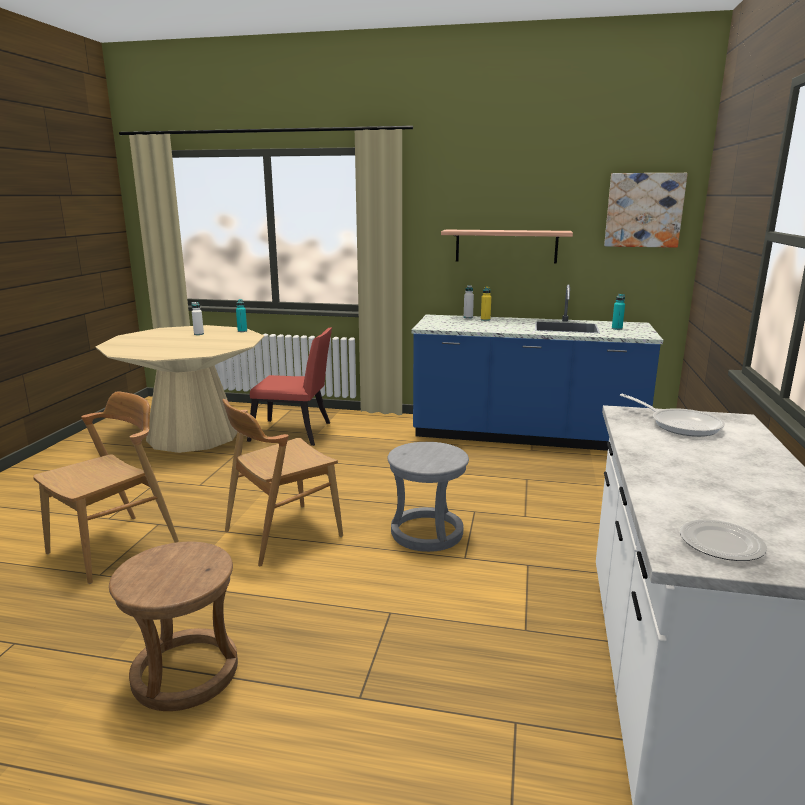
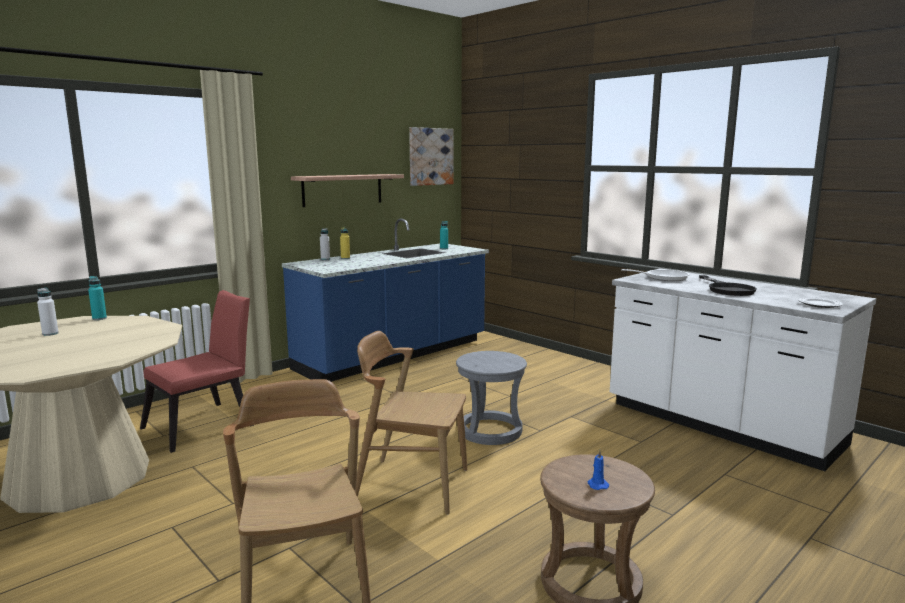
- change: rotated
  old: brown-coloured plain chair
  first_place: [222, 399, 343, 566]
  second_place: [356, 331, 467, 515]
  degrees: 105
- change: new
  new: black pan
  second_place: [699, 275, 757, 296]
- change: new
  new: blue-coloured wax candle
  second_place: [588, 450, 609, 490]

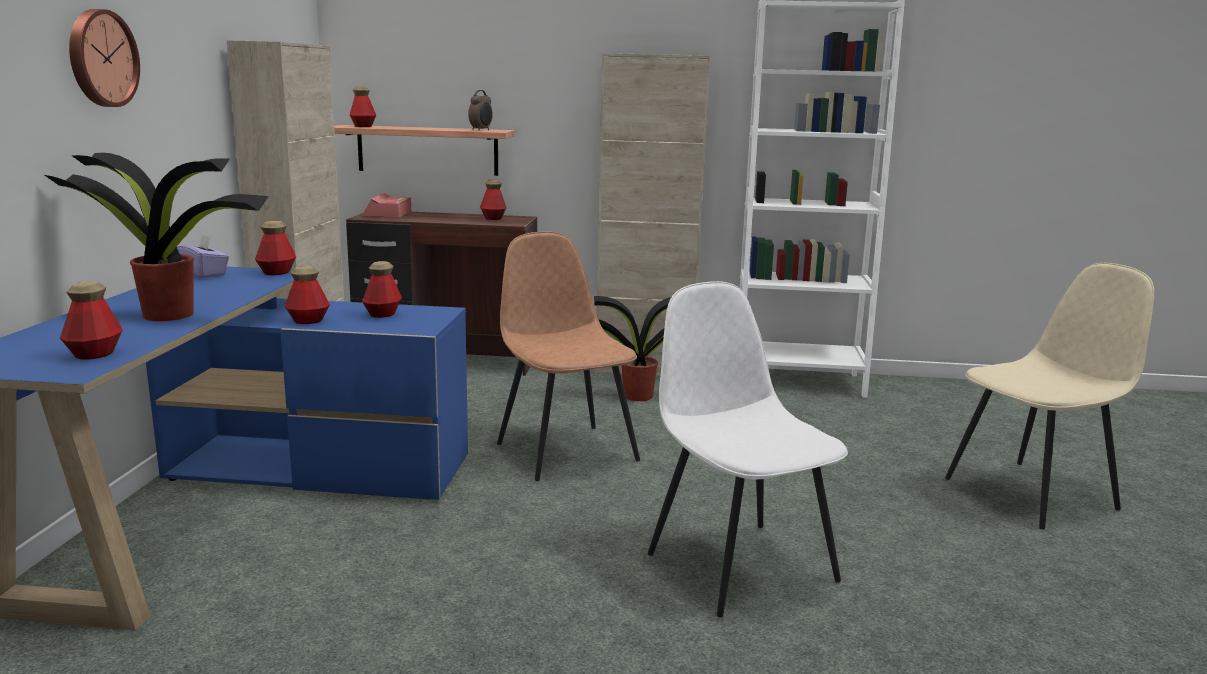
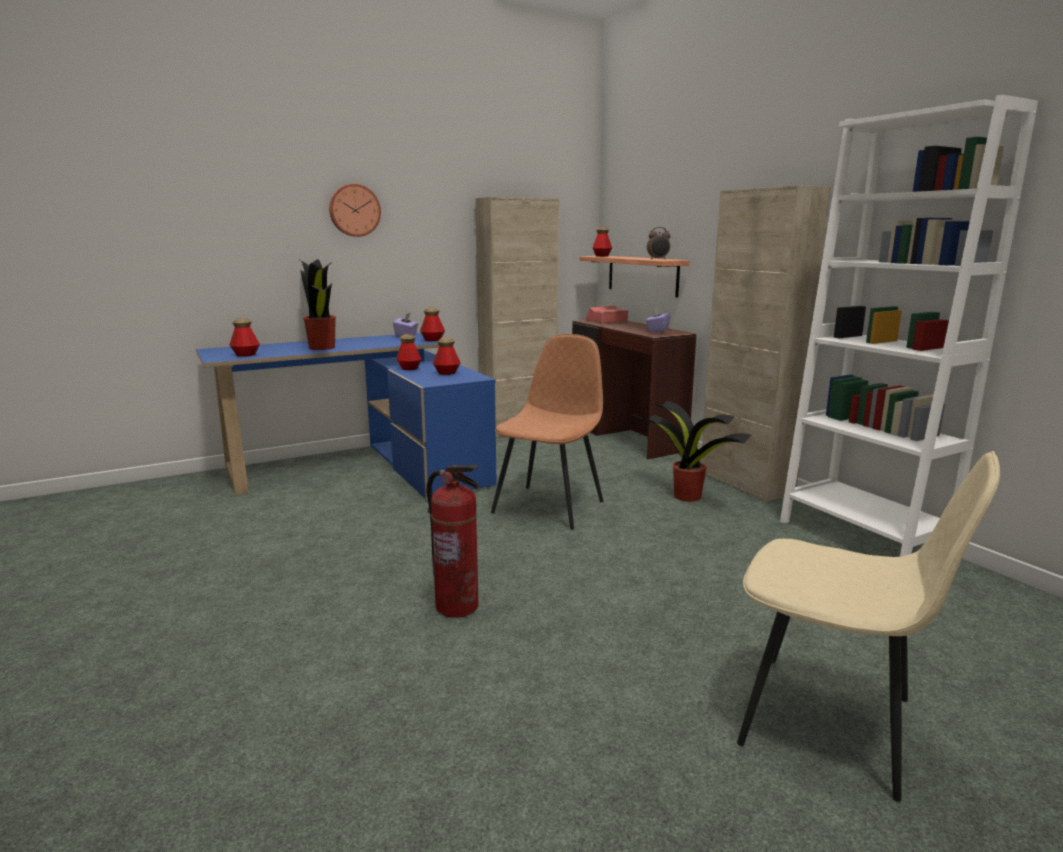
- change: swapped
  old: bottle
  new: purple-coloured tissue box
  first_place: [480, 180, 506, 220]
  second_place: [646, 307, 671, 332]
- change: swapped
  old: white plain chair
  new: fire extinguisher
  first_place: [648, 281, 848, 618]
  second_place: [427, 465, 480, 618]

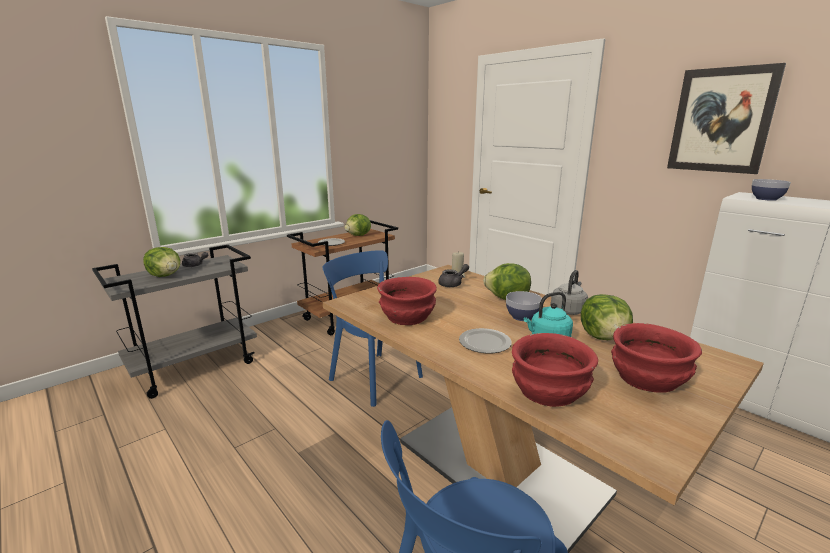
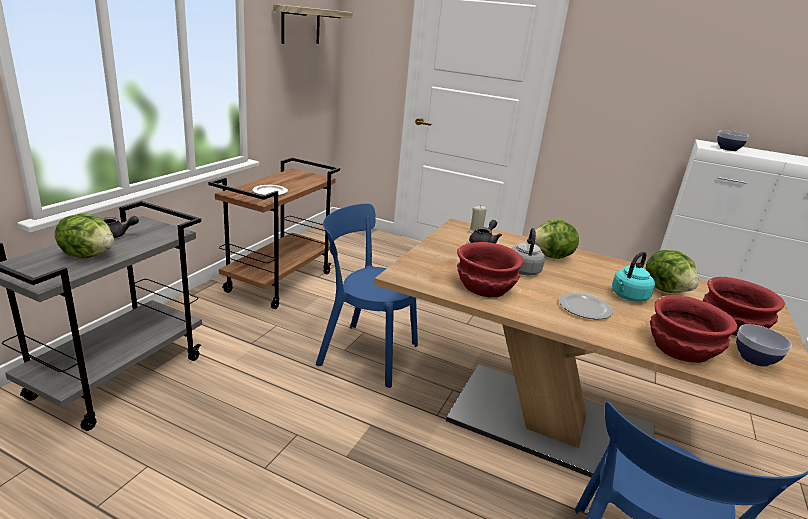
- change: gone
  old: wall picture
  first_place: [667, 63, 786, 174]
- change: gone
  old: head of lettuce
  first_place: [345, 214, 371, 236]
- change: shifted
  old: greyish water kettle
  first_place: [551, 270, 588, 315]
  second_place: [511, 228, 545, 275]
- change: shifted
  old: serving bowl
  first_place: [506, 291, 542, 321]
  second_place: [736, 324, 791, 367]
- change: new
  new: shelf
  second_place: [273, 4, 352, 44]

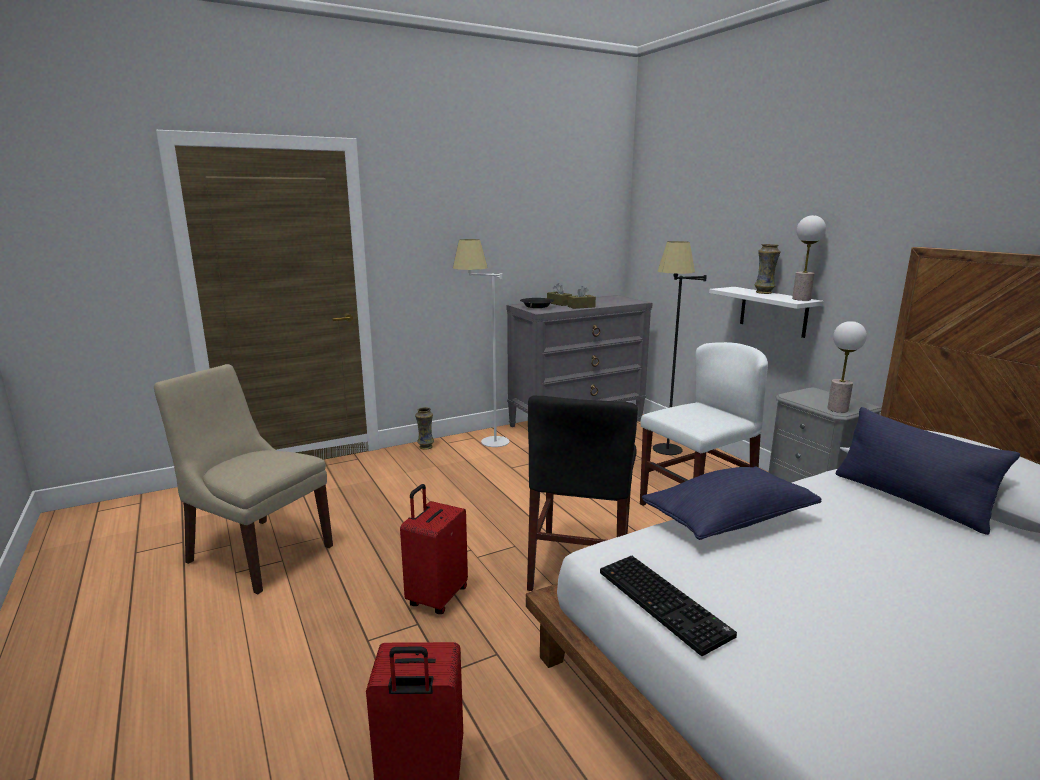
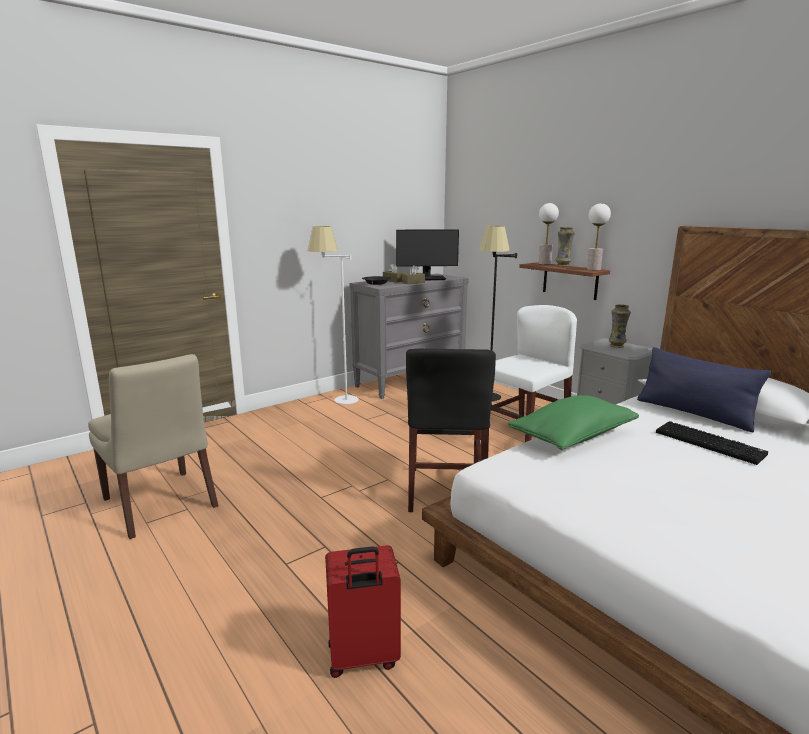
- change: repainted
  old: white shelf
  new: brown-coloured shelf
  first_place: [709, 287, 824, 338]
  second_place: [519, 262, 610, 300]
- change: shifted
  old: tabletop lamp
  first_place: [827, 321, 867, 413]
  second_place: [539, 203, 559, 265]
- change: rotated
  old: beige-coloured plain chair
  first_place: [154, 364, 333, 594]
  second_place: [88, 354, 219, 539]
  degrees: -150
- change: shifted
  old: flower vase
  first_place: [415, 407, 434, 450]
  second_place: [609, 304, 631, 348]
- change: repainted
  old: blue-coloured throw pillow
  new: green-coloured throw pillow
  first_place: [642, 466, 822, 540]
  second_place: [508, 395, 639, 450]
- change: gone
  old: red-coloured suitcase
  first_place: [400, 484, 468, 614]
- change: shifted
  old: PC keyboard
  first_place: [600, 556, 737, 656]
  second_place: [656, 421, 768, 465]
- change: new
  new: computer display
  second_place: [396, 229, 459, 280]

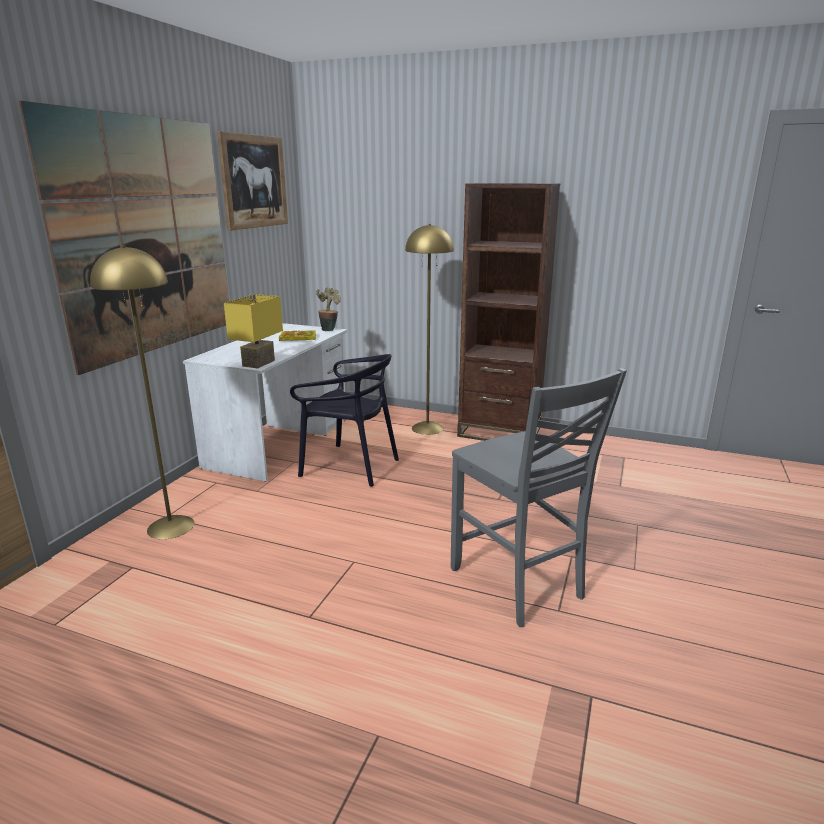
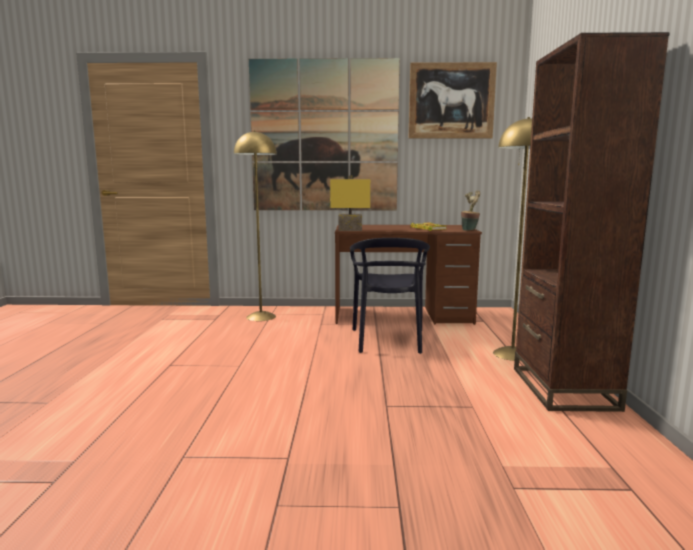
- change: repainted
  old: white desk unit
  new: brown-coloured desk unit
  first_place: [183, 323, 347, 482]
  second_place: [335, 225, 482, 325]
- change: gone
  old: greyish plain chair
  first_place: [451, 368, 627, 627]

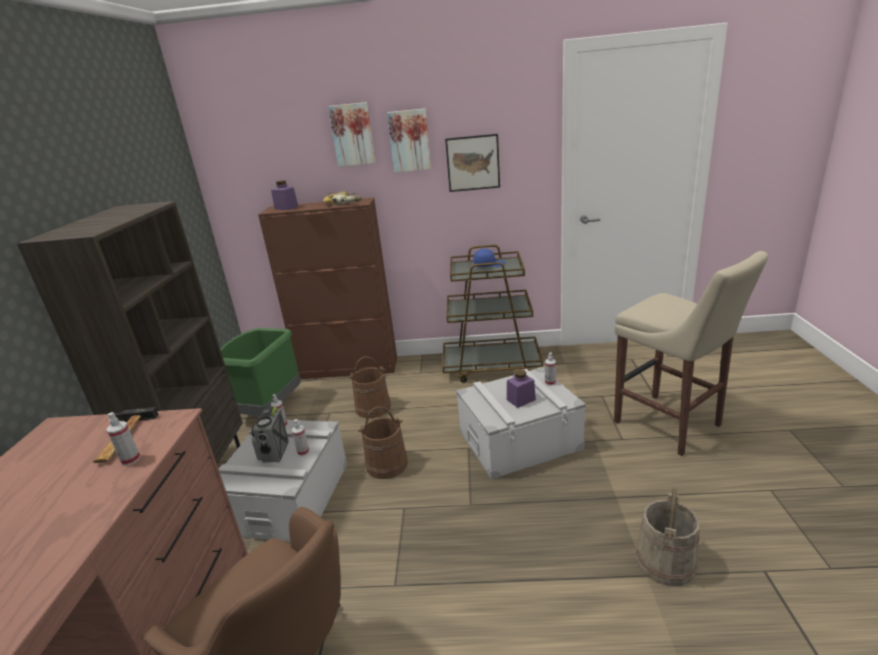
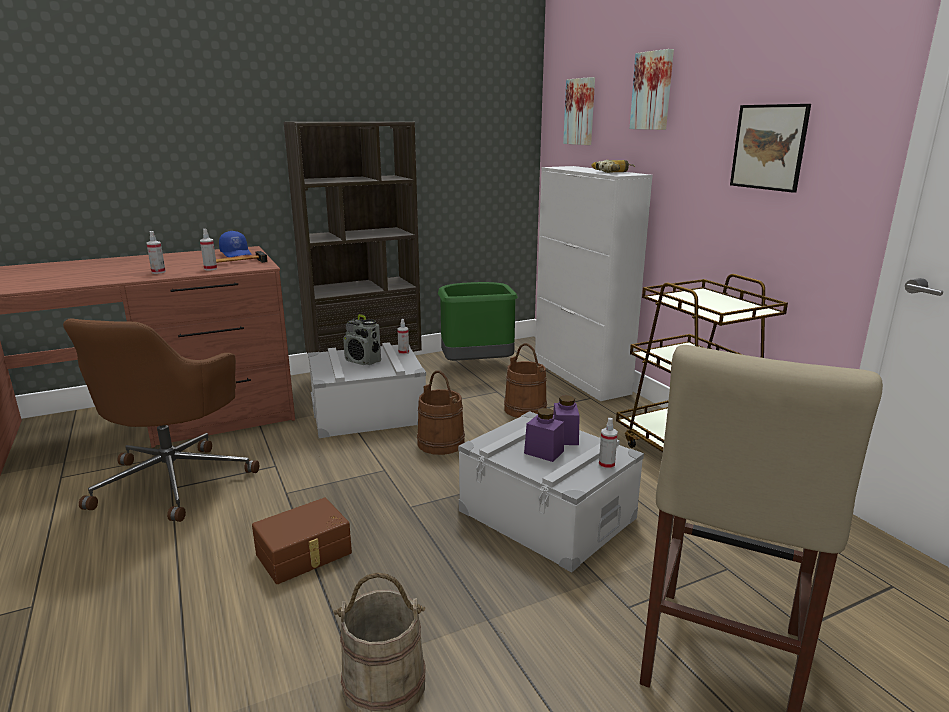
- change: shifted
  old: wall picture
  first_place: [387, 108, 431, 172]
  second_place: [563, 77, 595, 145]
- change: shifted
  old: purple-coloured storage jar
  first_place: [271, 180, 299, 210]
  second_place: [553, 395, 580, 445]
- change: repainted
  old: brown-coloured cupboard
  new: white cupboard
  first_place: [258, 198, 397, 379]
  second_place: [535, 166, 653, 401]
- change: shifted
  old: blue-coloured cap
  first_place: [474, 249, 505, 267]
  second_place: [219, 231, 252, 257]
- change: rotated
  old: radio set
  first_place: [251, 406, 289, 463]
  second_place: [343, 314, 381, 365]
  degrees: -120
- change: shifted
  old: sprayer
  first_place: [292, 419, 310, 456]
  second_place: [146, 231, 166, 274]
- change: new
  new: brown-coloured storage container
  second_place: [252, 498, 352, 584]

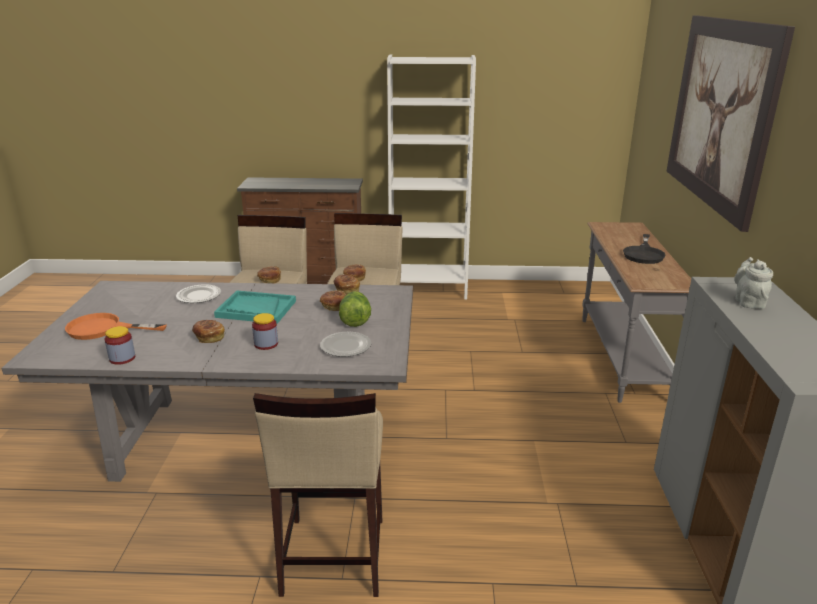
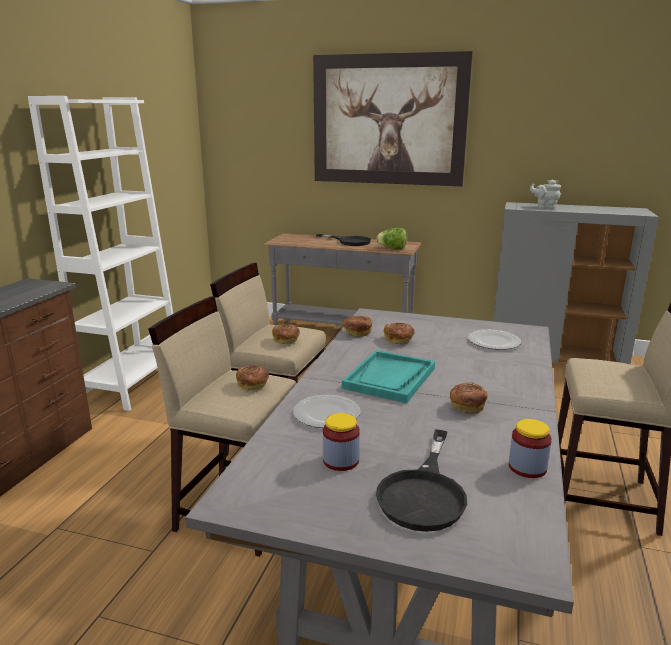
- change: shifted
  old: head of lettuce
  first_place: [339, 291, 371, 327]
  second_place: [376, 228, 407, 249]
- change: repainted
  old: orange pan
  new: black pan
  first_place: [65, 313, 167, 340]
  second_place: [376, 429, 467, 532]
- change: shifted
  old: storage jar
  first_place: [252, 313, 278, 350]
  second_place: [323, 413, 360, 471]

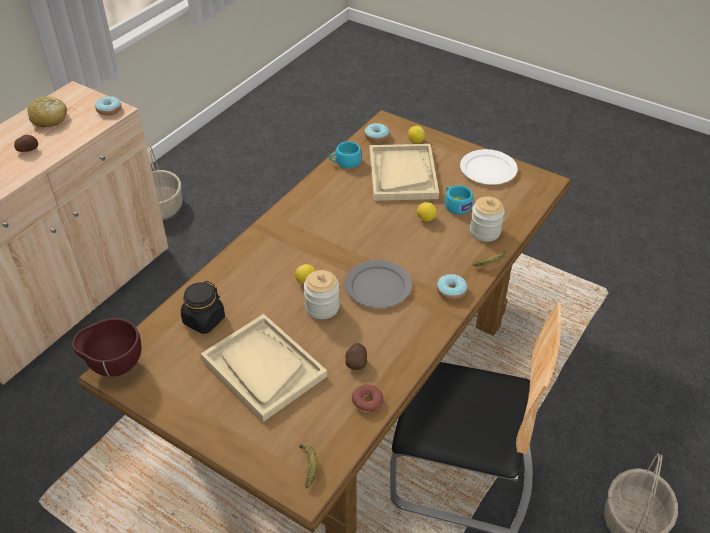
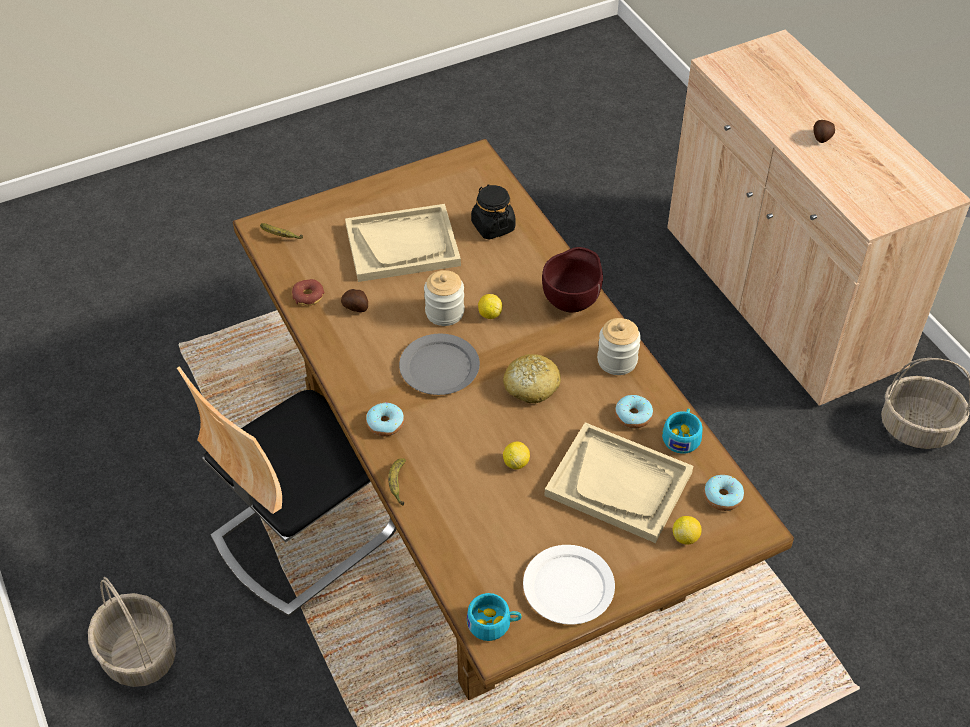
- change: shifted
  old: baked bread
  first_place: [28, 96, 67, 127]
  second_place: [503, 354, 561, 403]
- change: shifted
  old: doughnut
  first_place: [95, 96, 121, 116]
  second_place: [615, 395, 653, 428]
- change: shifted
  old: turquoise-coloured small cup
  first_place: [445, 185, 473, 214]
  second_place: [467, 593, 522, 641]
- change: shifted
  old: storage jar
  first_place: [470, 196, 505, 242]
  second_place: [597, 318, 641, 375]
- change: shifted
  old: brown-coloured serving bowl
  first_place: [72, 318, 141, 377]
  second_place: [542, 247, 603, 312]

